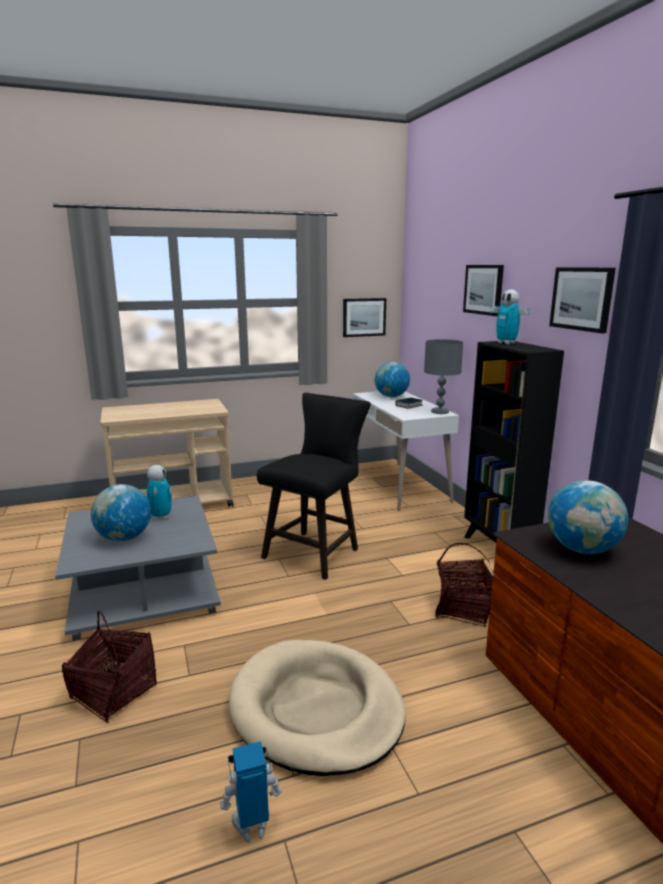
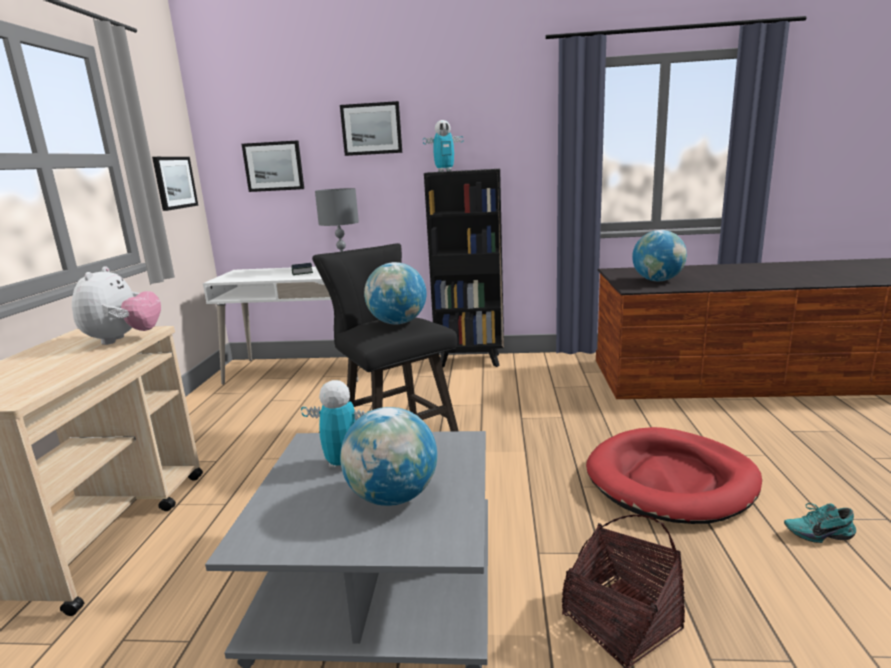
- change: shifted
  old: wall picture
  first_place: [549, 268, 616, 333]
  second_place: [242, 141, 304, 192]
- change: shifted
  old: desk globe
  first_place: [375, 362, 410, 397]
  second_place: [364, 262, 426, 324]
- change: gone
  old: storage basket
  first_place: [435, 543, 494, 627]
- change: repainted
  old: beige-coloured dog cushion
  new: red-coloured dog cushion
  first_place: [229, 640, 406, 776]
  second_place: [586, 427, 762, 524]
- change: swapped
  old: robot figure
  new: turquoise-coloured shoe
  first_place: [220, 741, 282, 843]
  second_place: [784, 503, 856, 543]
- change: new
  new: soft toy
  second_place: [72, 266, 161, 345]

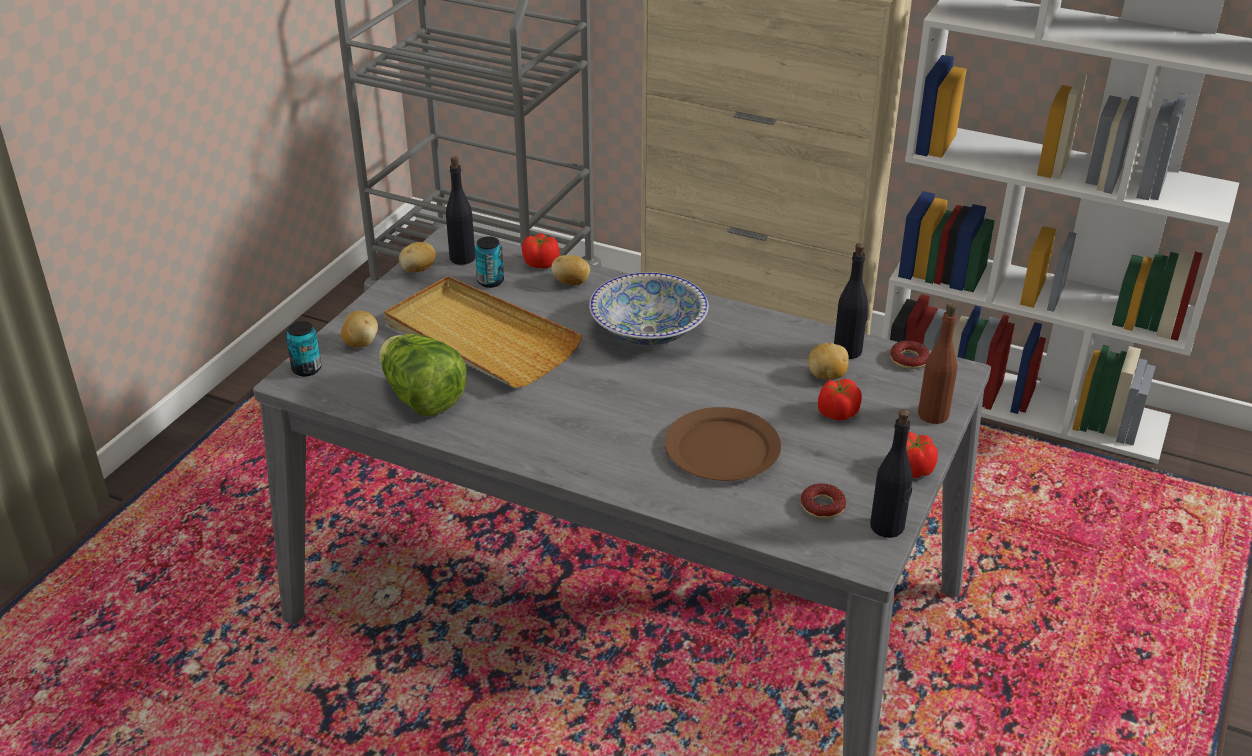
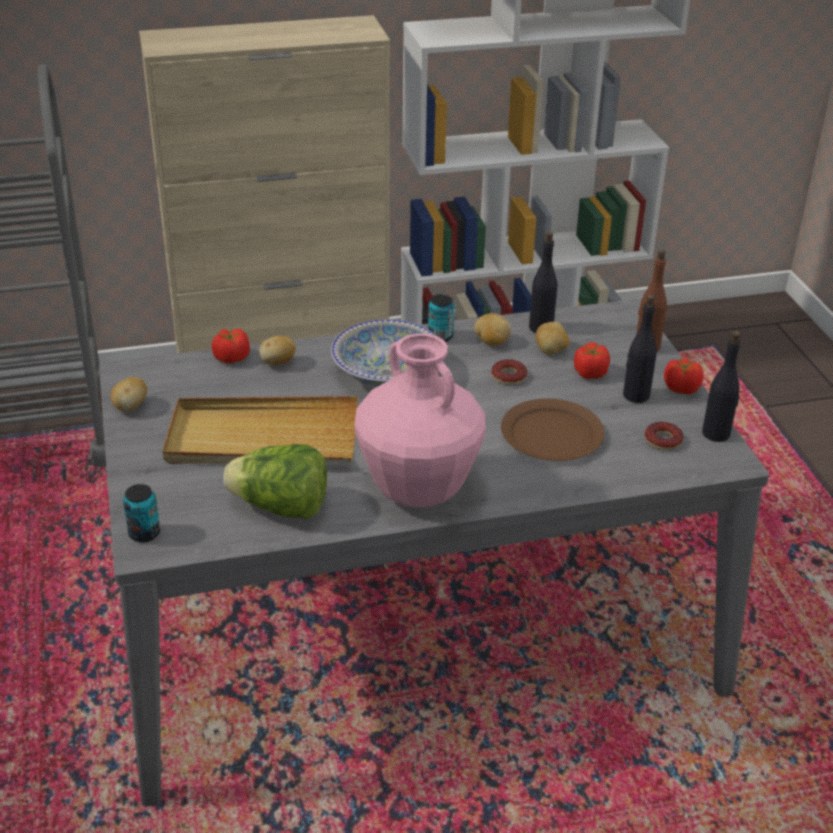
- change: shifted
  old: black bottle
  first_place: [446, 156, 475, 265]
  second_place: [623, 295, 657, 403]
- change: shifted
  old: can
  first_place: [475, 236, 504, 288]
  second_place: [428, 294, 454, 342]
- change: shifted
  old: potato
  first_place: [341, 311, 378, 348]
  second_place: [474, 313, 511, 346]
- change: shifted
  old: doughnut
  first_place: [890, 341, 930, 369]
  second_place: [491, 359, 527, 385]
- change: new
  new: pink-coloured flower vase
  second_place: [355, 333, 485, 507]

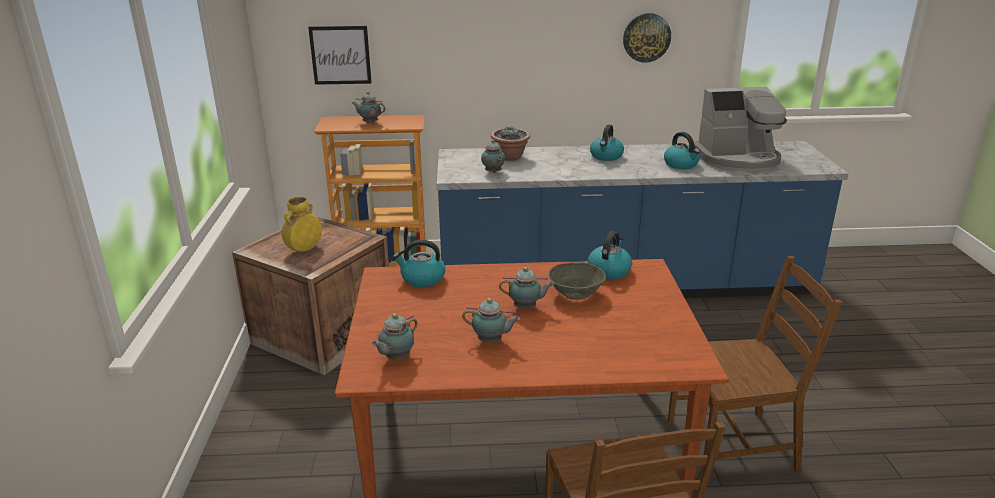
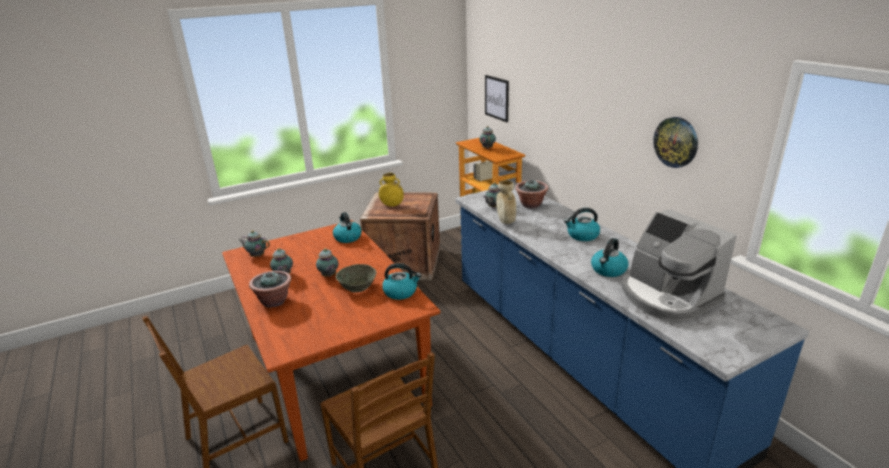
- change: new
  new: beige-coloured flower vase
  second_place: [496, 180, 516, 224]
- change: new
  new: houseplant
  second_place: [249, 271, 291, 308]

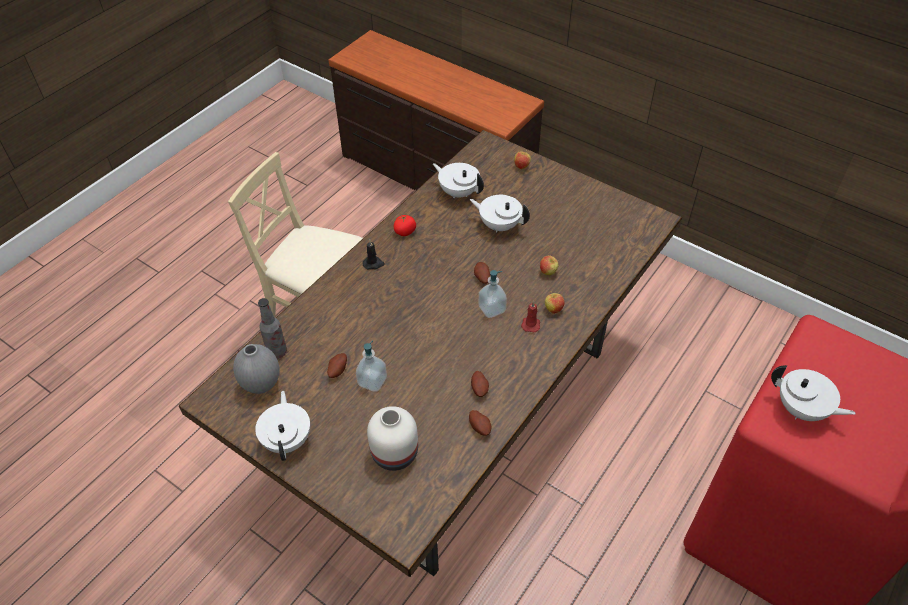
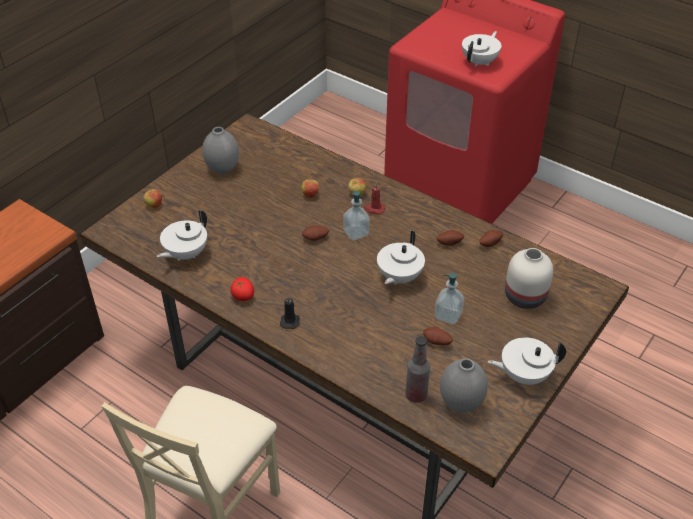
- change: shifted
  old: white tea pot
  first_place: [470, 195, 530, 232]
  second_place: [377, 231, 425, 285]
- change: new
  new: greyish flower vase
  second_place: [202, 127, 239, 174]

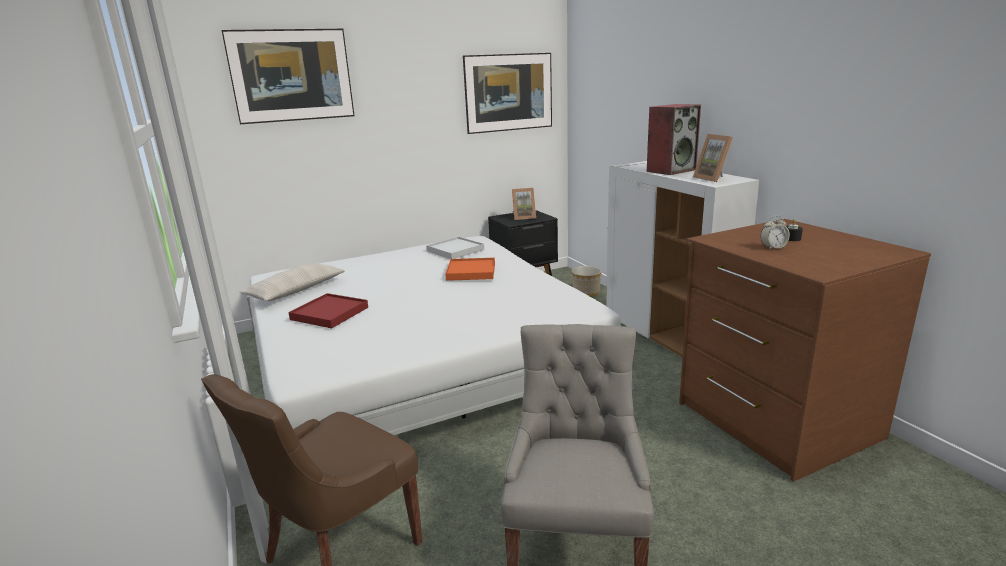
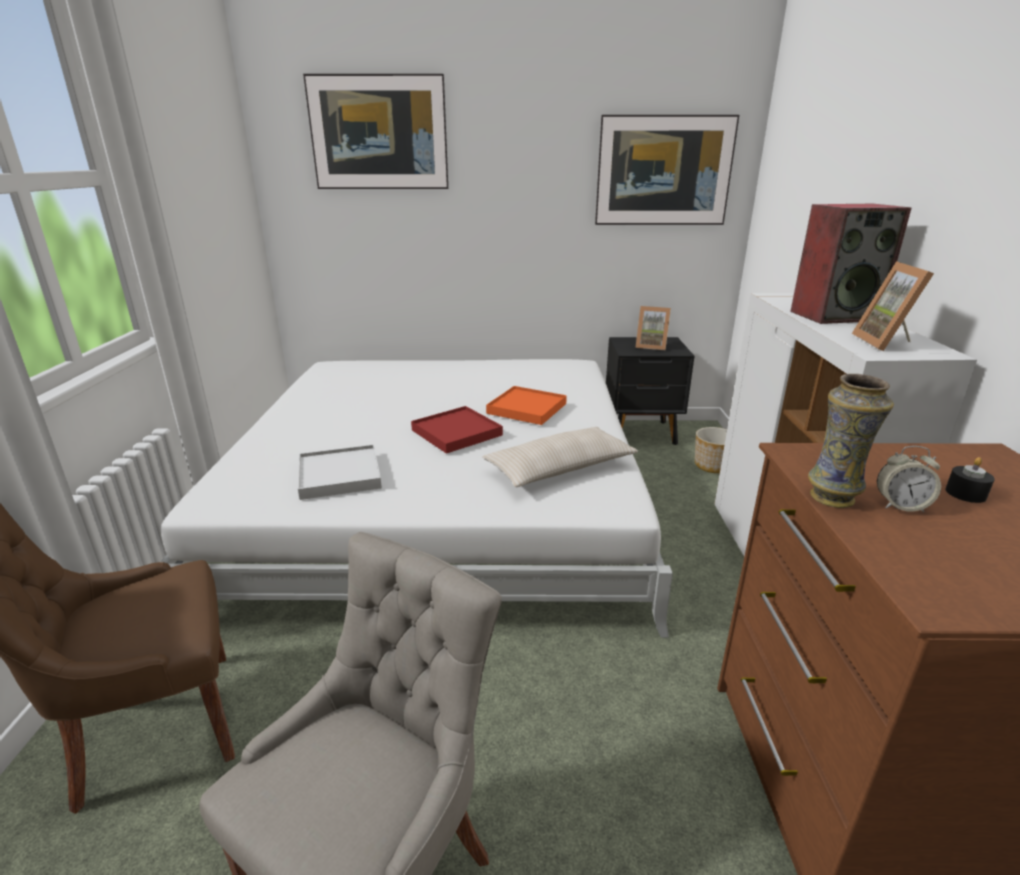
- change: shifted
  old: white serving tray
  first_place: [426, 237, 484, 259]
  second_place: [298, 445, 382, 500]
- change: shifted
  old: beige-coloured throw pillow
  first_place: [239, 263, 345, 301]
  second_place: [482, 427, 638, 487]
- change: shifted
  old: red-coloured serving tray
  first_place: [288, 293, 368, 328]
  second_place: [411, 406, 503, 454]
- change: new
  new: flower vase
  second_place: [808, 374, 894, 508]

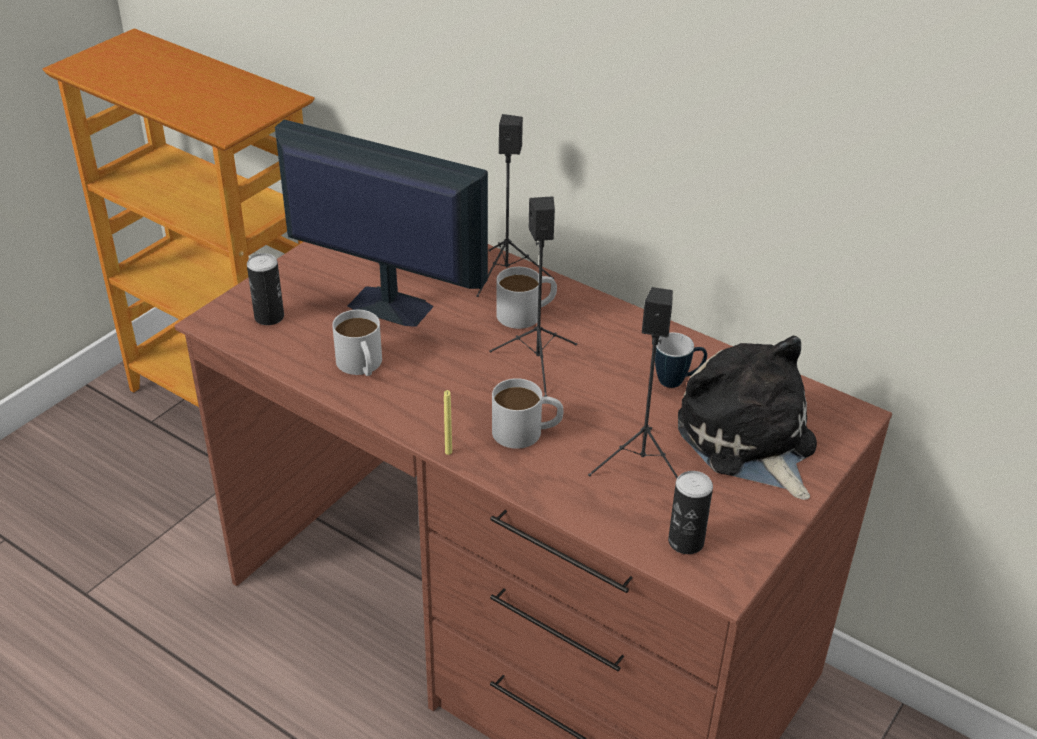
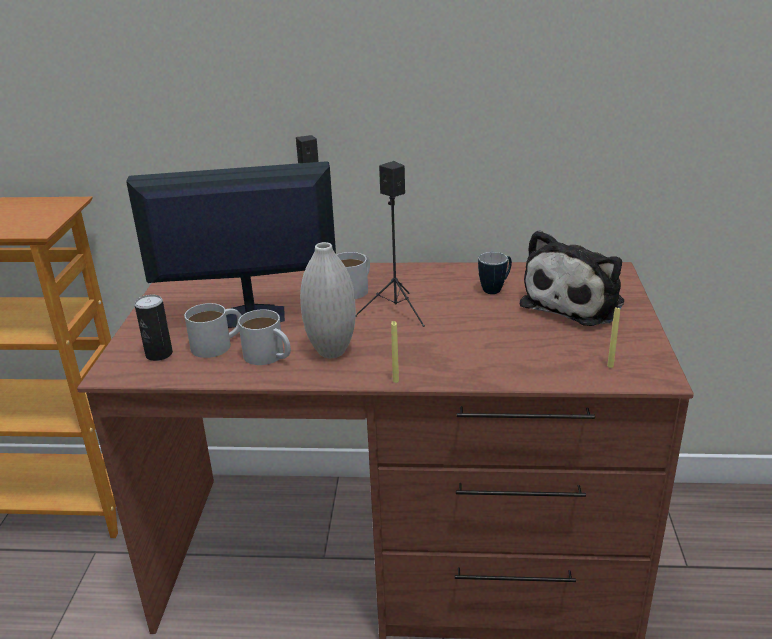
- change: gone
  old: black speaker
  first_place: [588, 287, 678, 478]
- change: rotated
  old: soft toy
  first_place: [678, 336, 817, 500]
  second_place: [520, 230, 624, 326]
  degrees: -90
- change: shifted
  old: white mug
  first_place: [492, 378, 563, 449]
  second_place: [184, 303, 242, 358]
- change: swapped
  old: can
  new: yellow-coloured wax candle
  first_place: [668, 471, 713, 554]
  second_place: [607, 307, 620, 368]
- change: new
  new: white flower vase
  second_place: [300, 242, 356, 358]

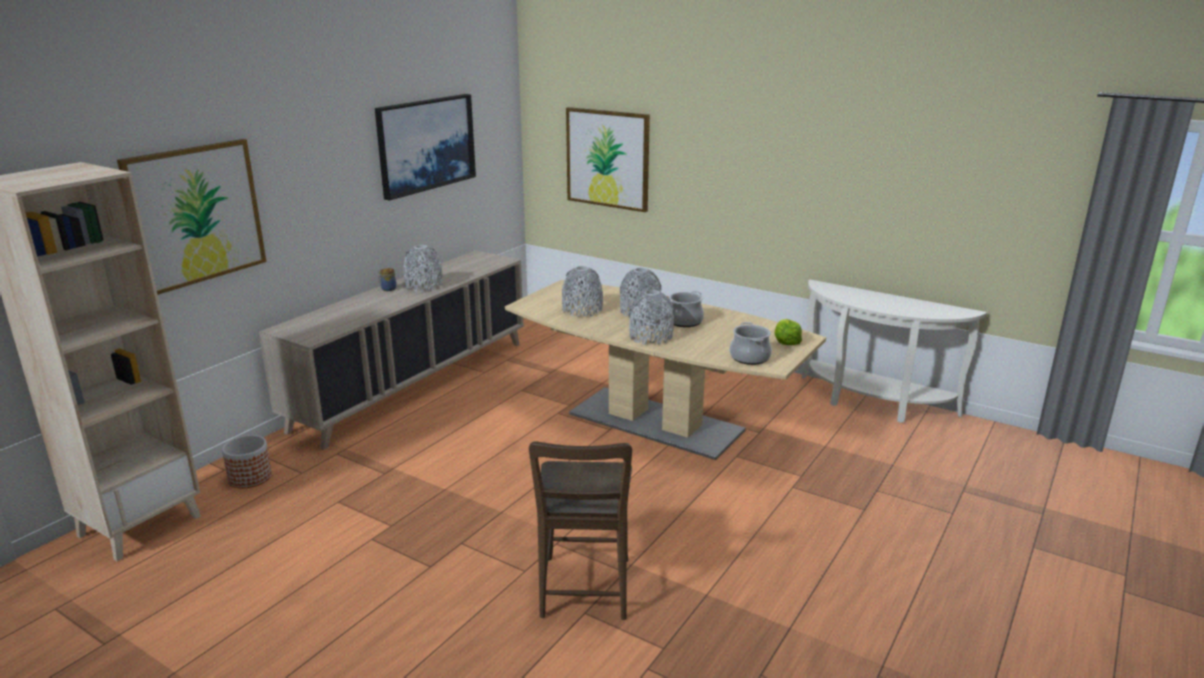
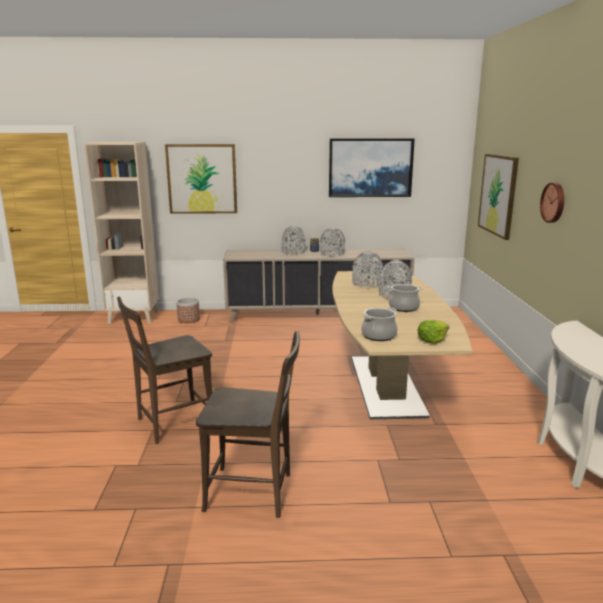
- change: shifted
  old: greyish flower vase
  first_place: [629, 290, 675, 345]
  second_place: [281, 226, 306, 255]
- change: new
  new: wall clock
  second_place: [540, 183, 564, 223]
- change: new
  new: brown-coloured plain chair
  second_place: [196, 331, 300, 518]

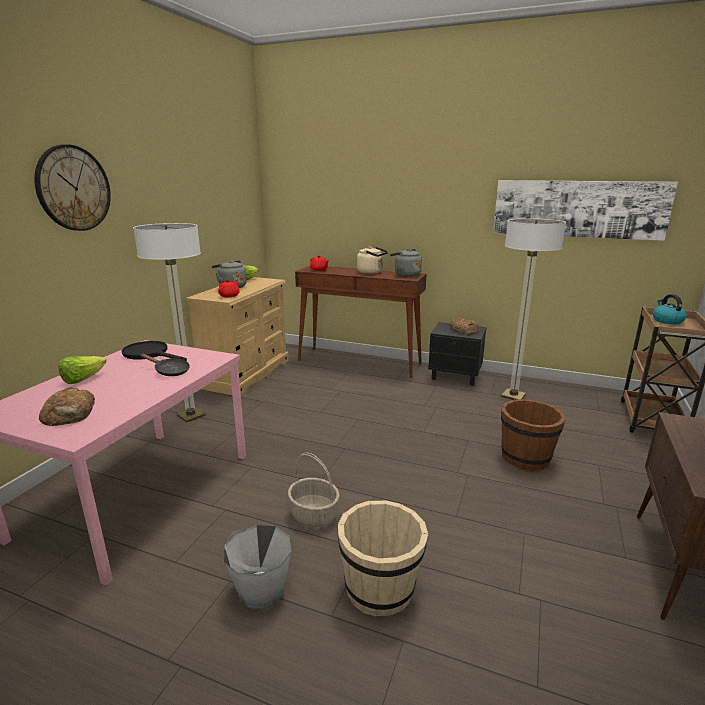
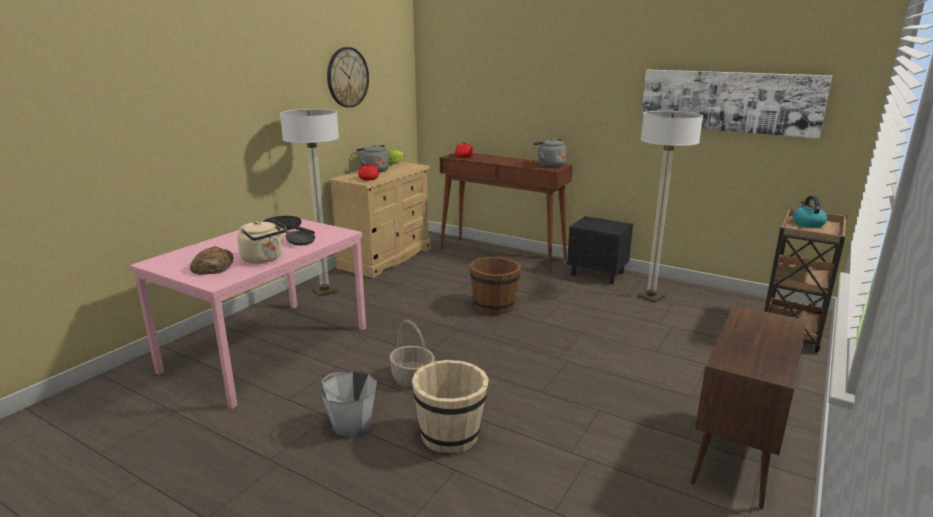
- change: shifted
  old: wall clock
  first_place: [34, 144, 111, 231]
  second_place: [327, 47, 369, 108]
- change: shifted
  old: beige-coloured water kettle
  first_place: [357, 247, 388, 274]
  second_place: [237, 219, 287, 263]
- change: gone
  old: baked bread
  first_place: [450, 317, 479, 335]
- change: gone
  old: head of lettuce
  first_place: [58, 356, 106, 384]
- change: shifted
  old: brown-coloured bucket
  first_place: [501, 399, 566, 471]
  second_place: [470, 257, 521, 315]

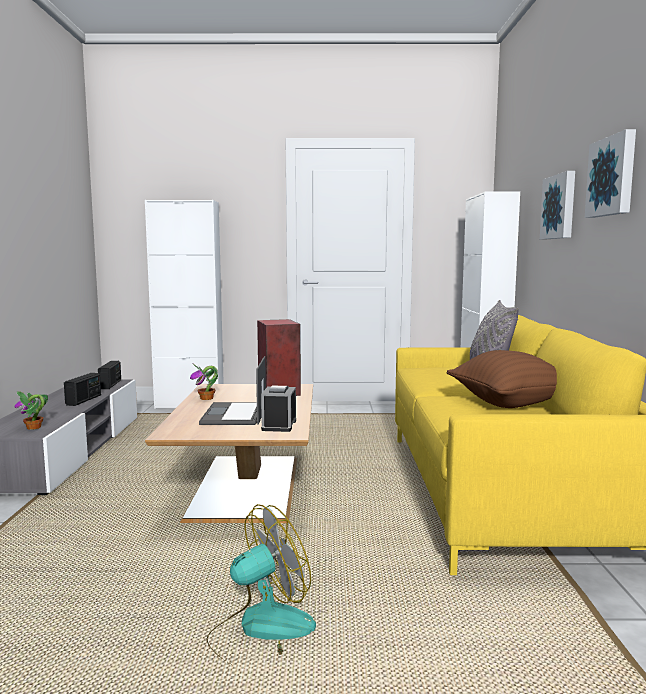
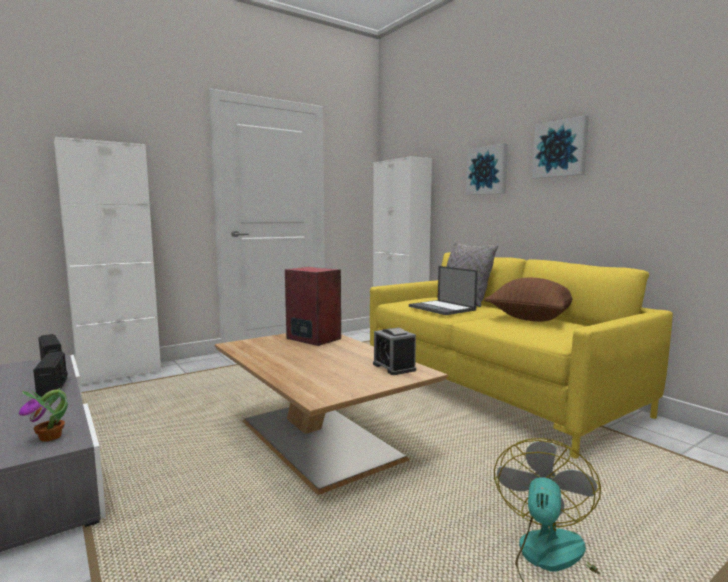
- change: shifted
  old: portable computer
  first_place: [199, 356, 266, 425]
  second_place: [409, 266, 478, 315]
- change: gone
  old: houseplant
  first_place: [190, 363, 218, 400]

